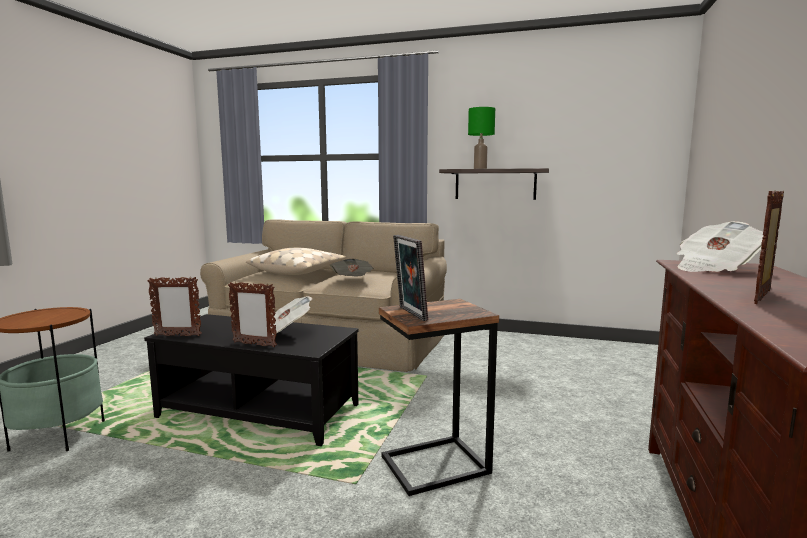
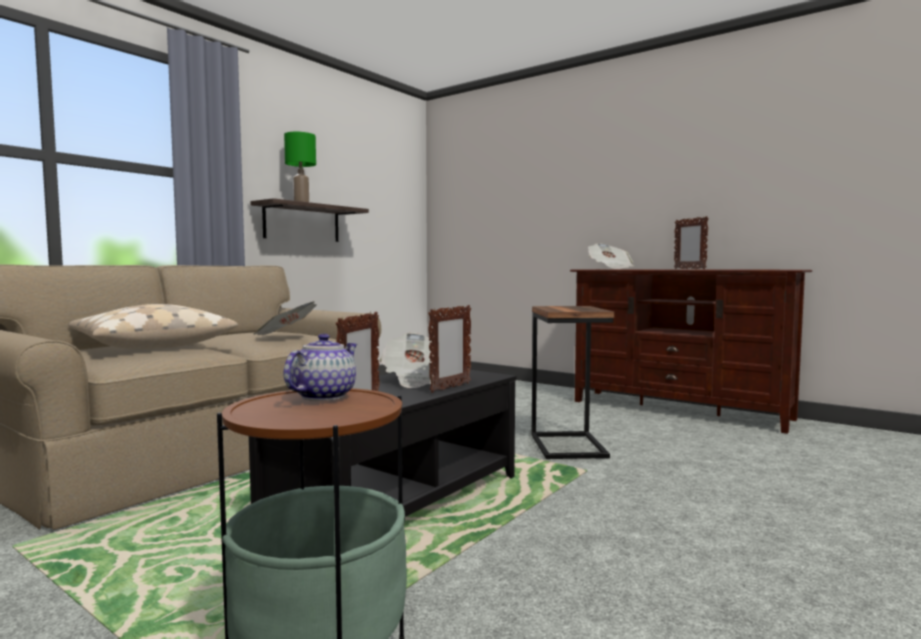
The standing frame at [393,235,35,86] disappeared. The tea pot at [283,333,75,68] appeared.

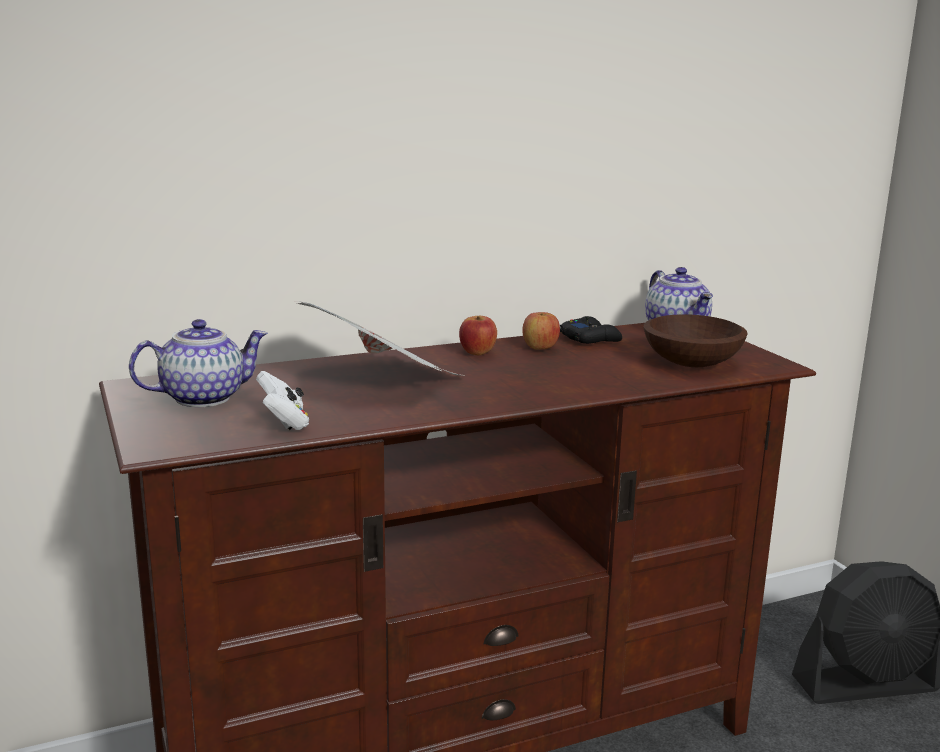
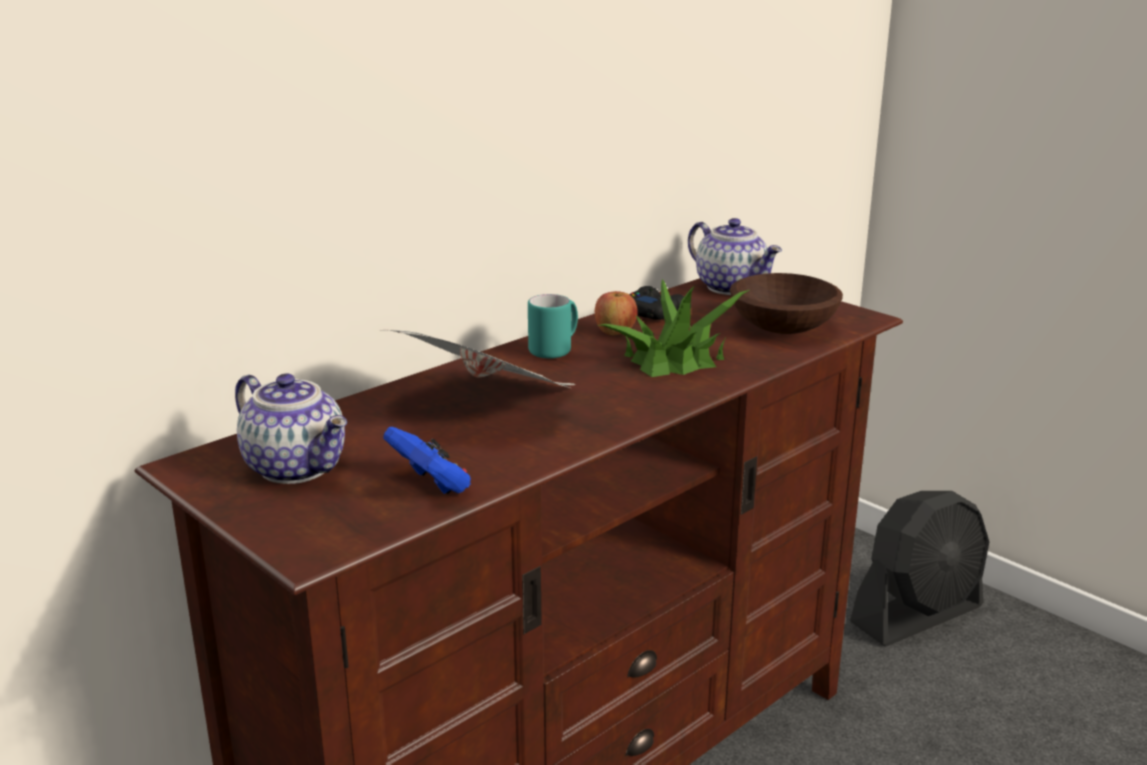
The apple fruit at [459,316,38,39] was replaced by the turquoise-coloured mug at [528,294,50,64]. The tea pot at [129,319,139,88] turned 90 degrees clockwise. The white joypad at [256,371,53,59] became the bluish joypad at [383,427,88,68]. The plant in a pot at [597,279,152,98] appeared.

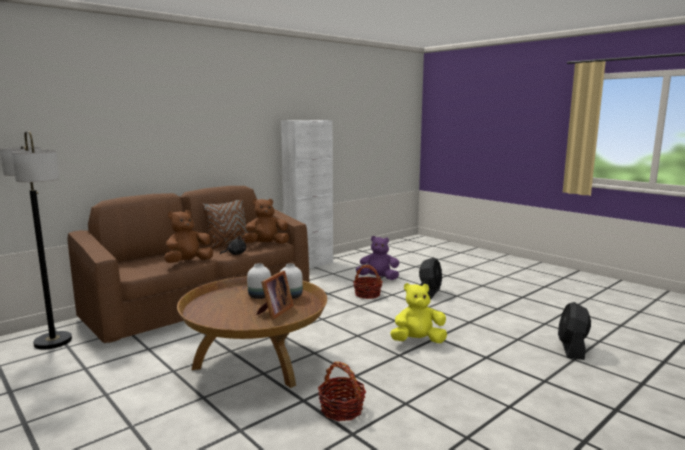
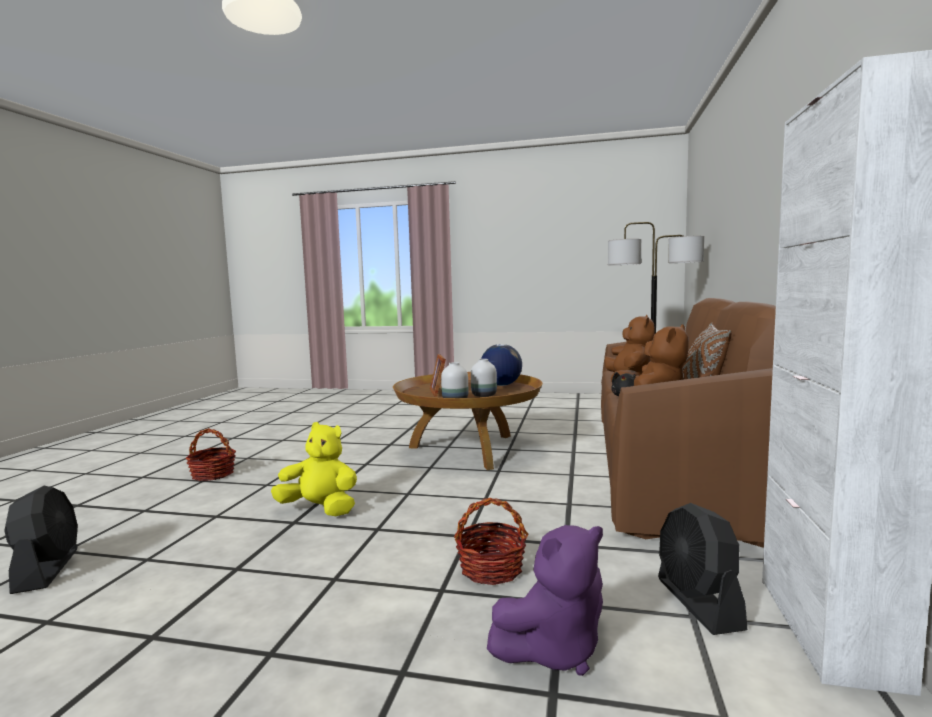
The black electric fan moved from [419,257,23,42] to [658,503,89,132]. The yellow cuddly toy at [390,283,57,60] turned 120 degrees counterclockwise. The storage basket moved from [318,362,48,59] to [185,428,51,53]. The desk globe at [481,344,41,42] appeared.

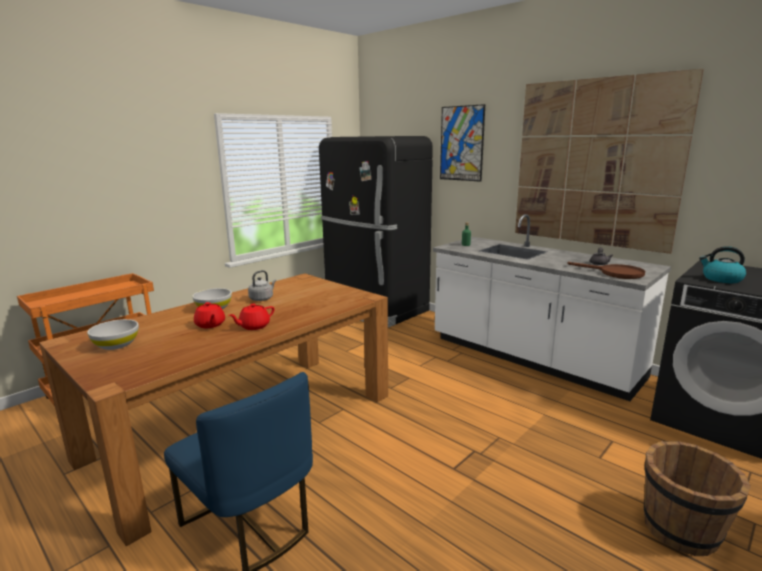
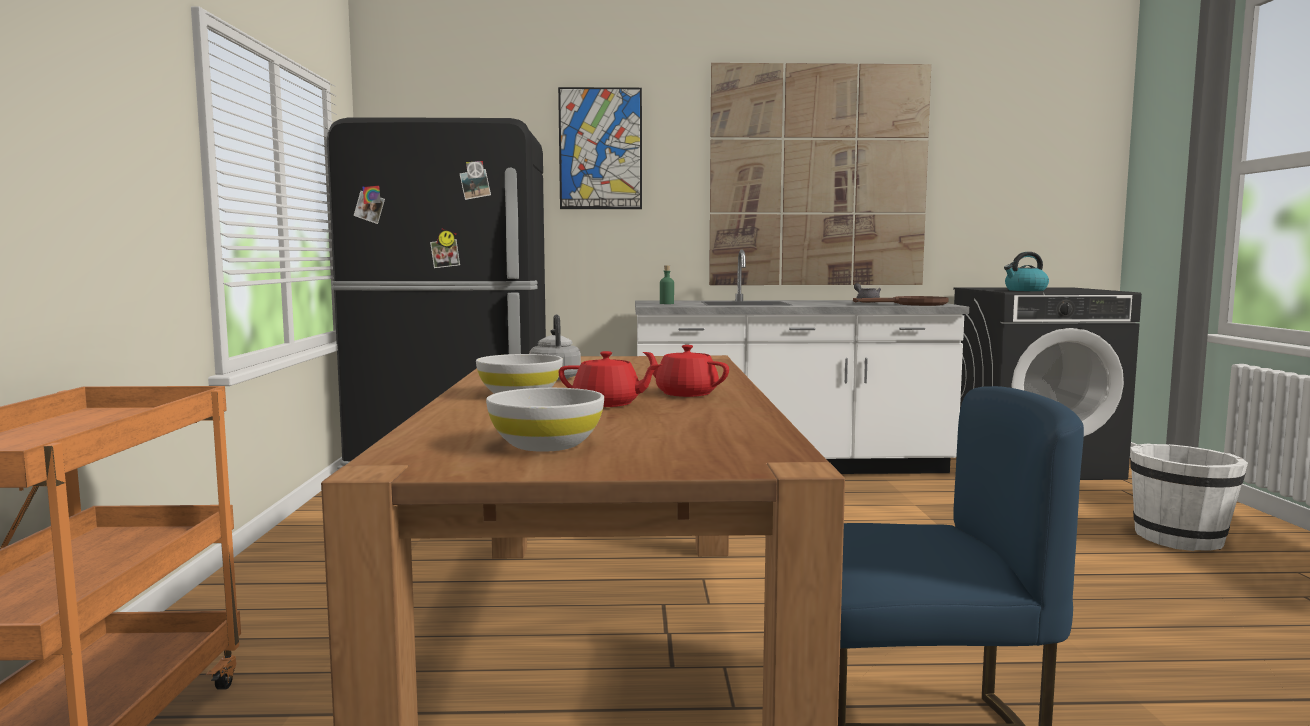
The reddish tea pot at [229,304,46,26] turned 120 degrees clockwise. The brown-coloured water bucket at [644,441,107,115] became the white water bucket at [1130,443,118,108].

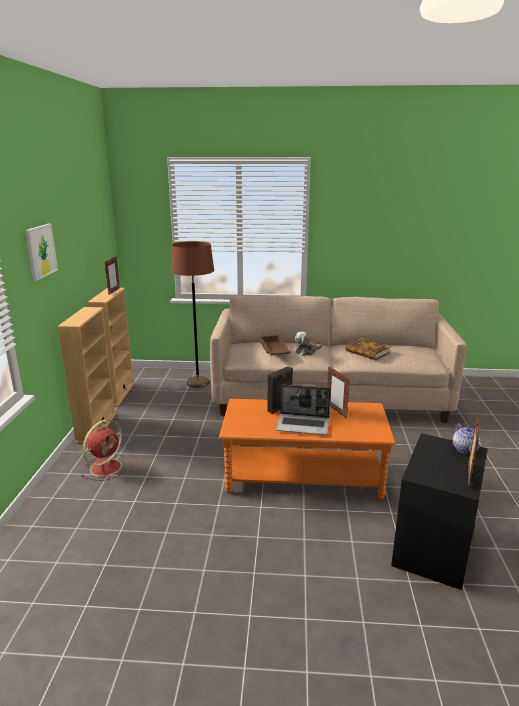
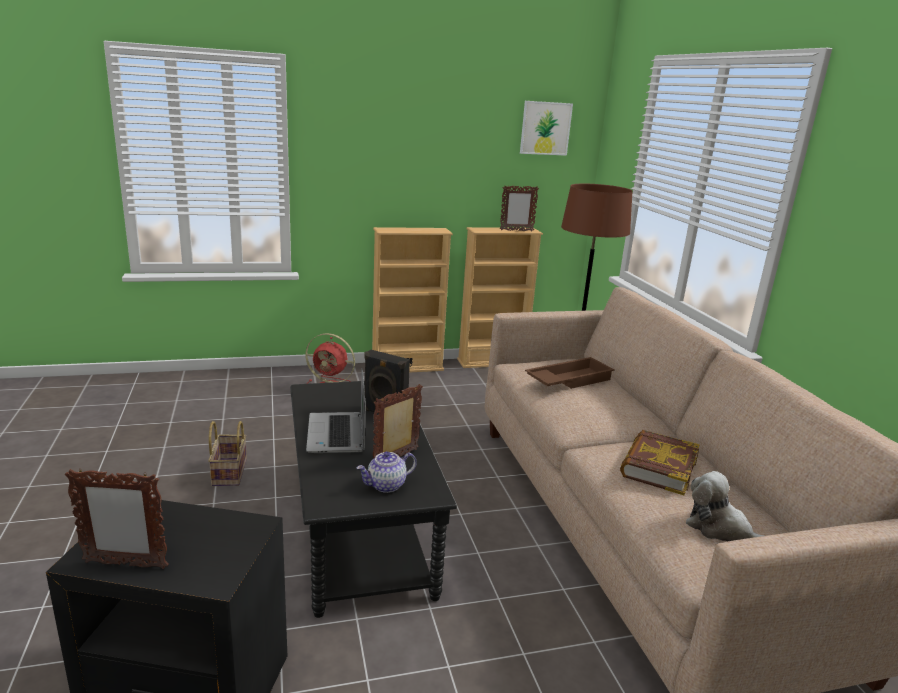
The wall art moved from [25,224,33,57] to [520,101,53,55]. The cuddly toy moved from [295,332,27,24] to [686,471,78,70]. The orange low table at [219,399,177,101] became the black low table at [290,381,167,237]. The tea pot moved from [453,423,28,31] to [356,451,61,42]. The storage basket at [208,421,39,65] appeared.

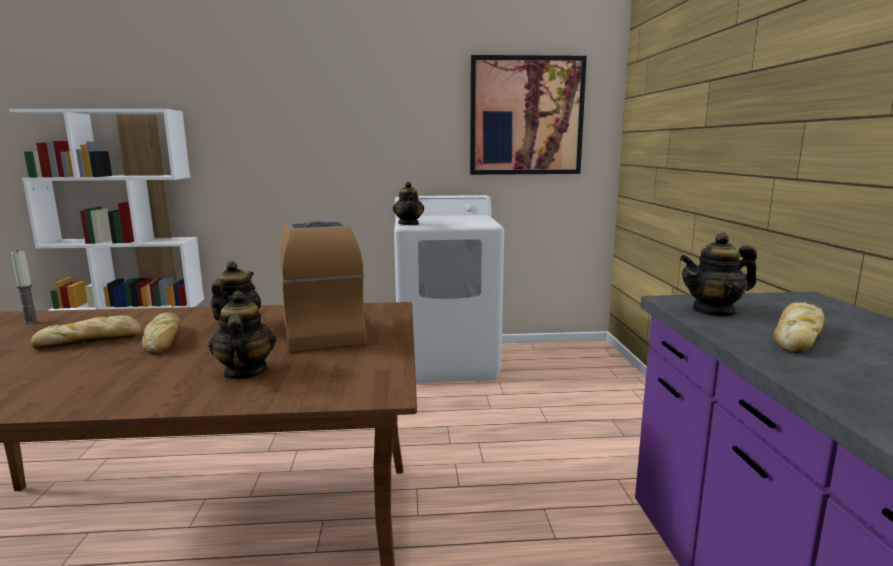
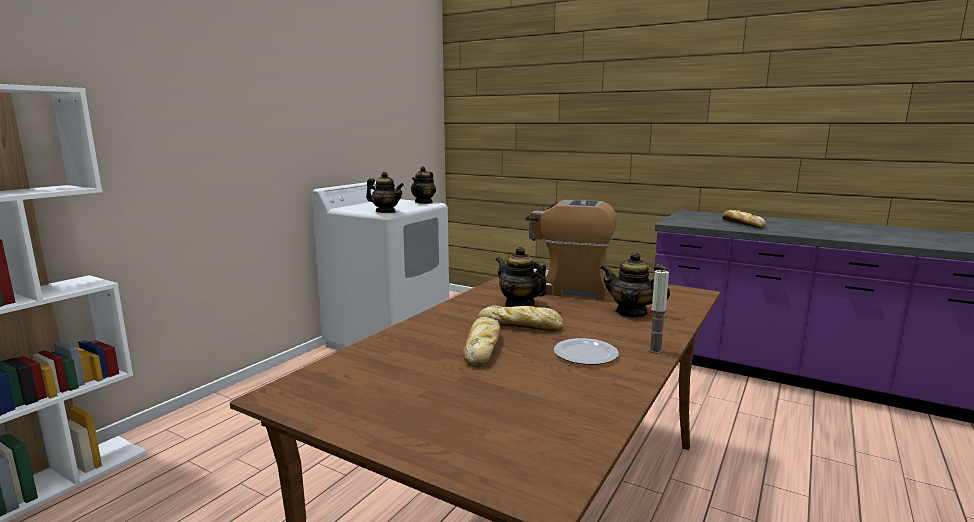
The wall art at [470,55,117,120] disappeared. The tea pot moved from [680,233,77,84] to [411,166,25,38]. The wax candle moved from [10,250,29,74] to [648,269,21,85]. The plate at [554,338,65,27] appeared.

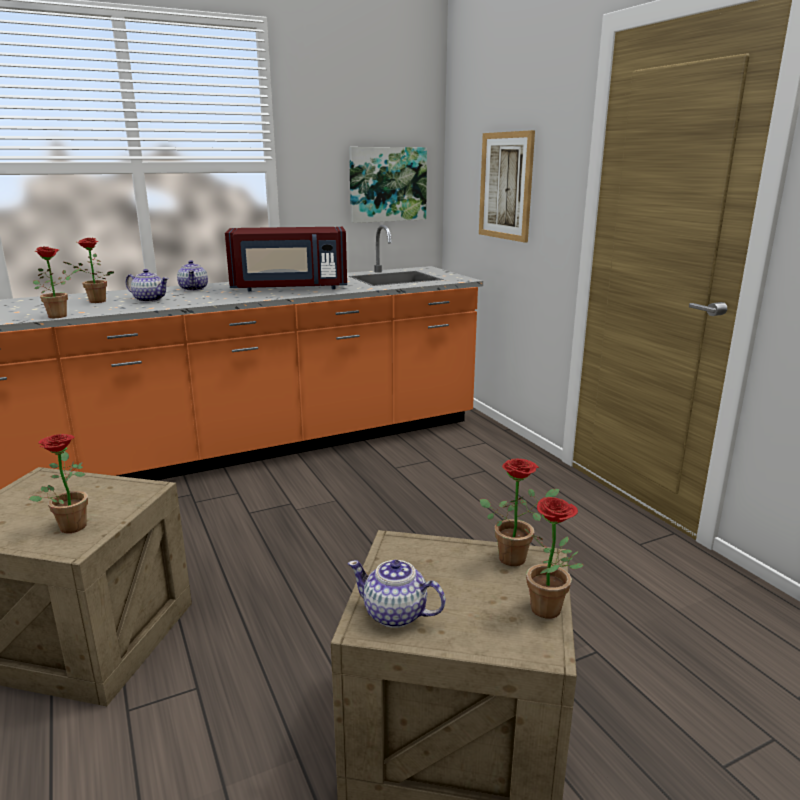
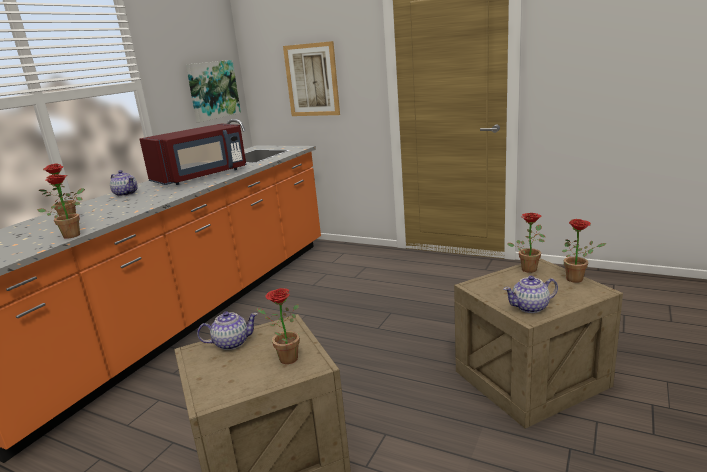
The tea pot moved from [126,269,43,33] to [197,311,61,39].

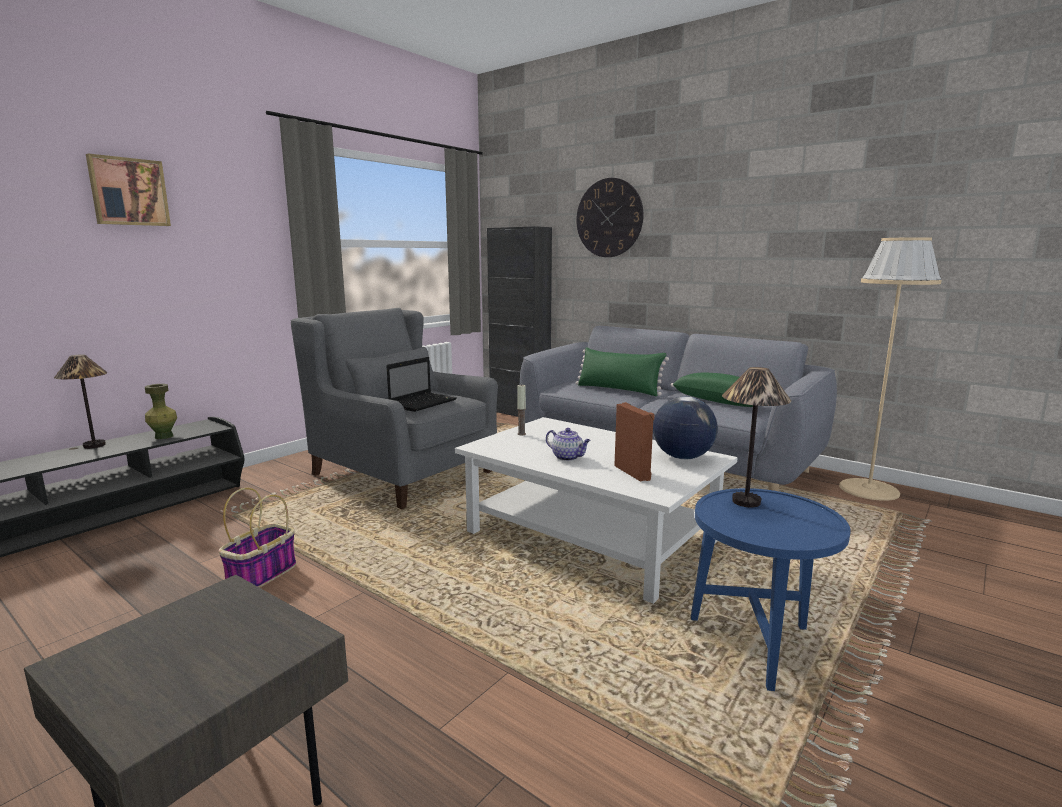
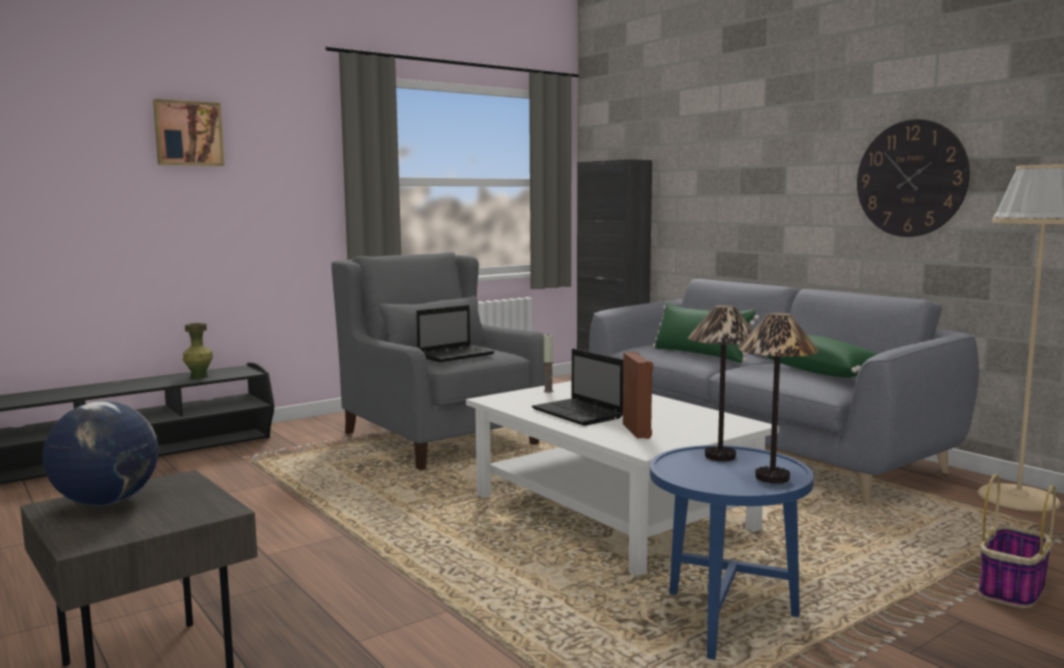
The hanging clock moved from [576,178,68,79] to [857,119,113,118]. The tabletop lamp moved from [54,354,54,95] to [738,312,81,171]. The desk globe moved from [653,396,65,63] to [43,401,115,105]. The tea pot at [546,428,45,33] was replaced by the portable computer at [532,348,91,78]. The storage basket moved from [219,488,77,100] to [979,474,77,135].

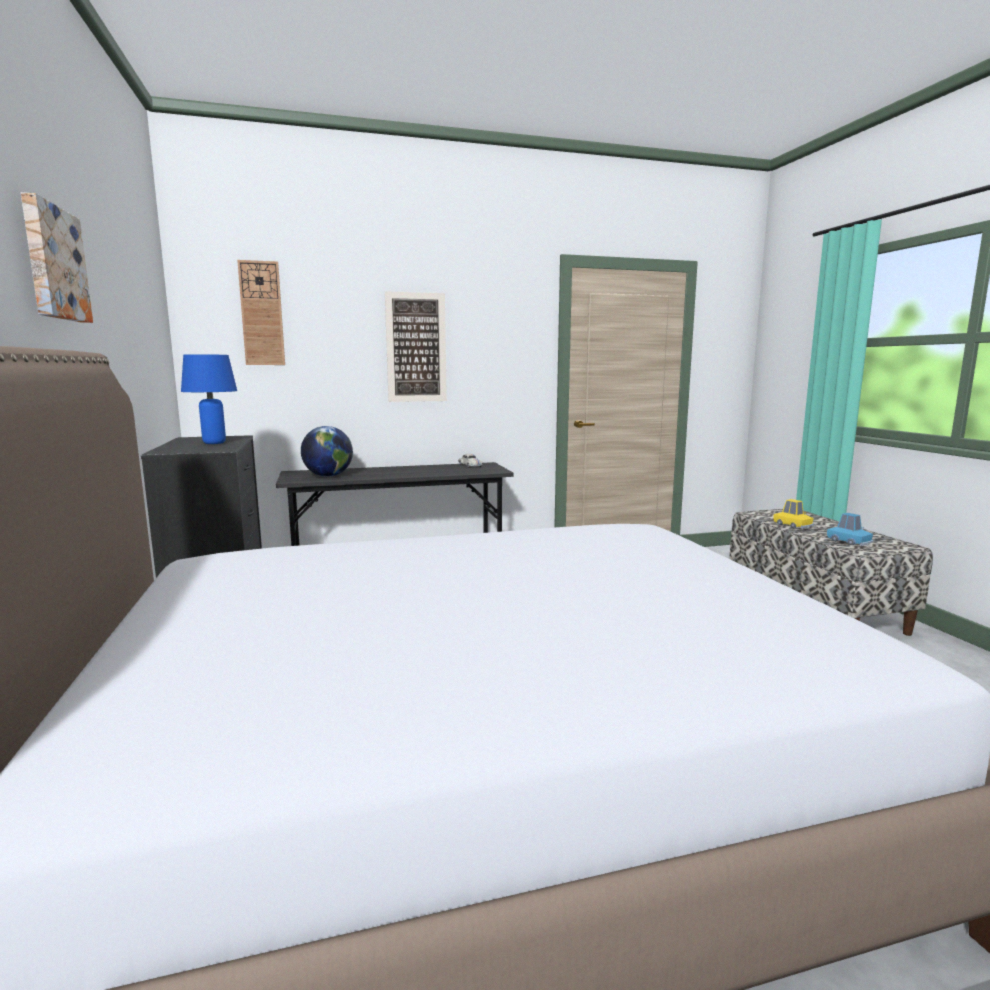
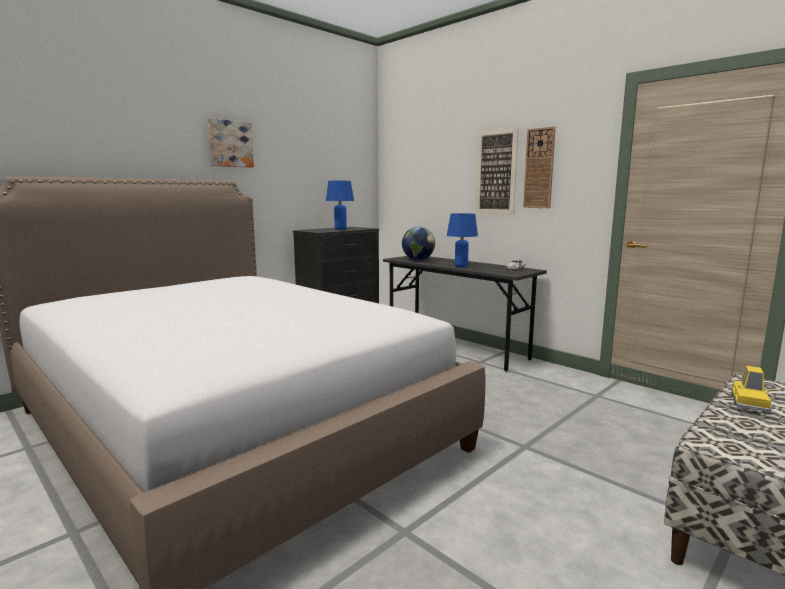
The hanging clock moved from [237,260,48,105] to [523,127,33,81]. The bluish toy car at [827,513,46,33] disappeared. The bluish tabletop lamp at [447,213,31,54] appeared.

